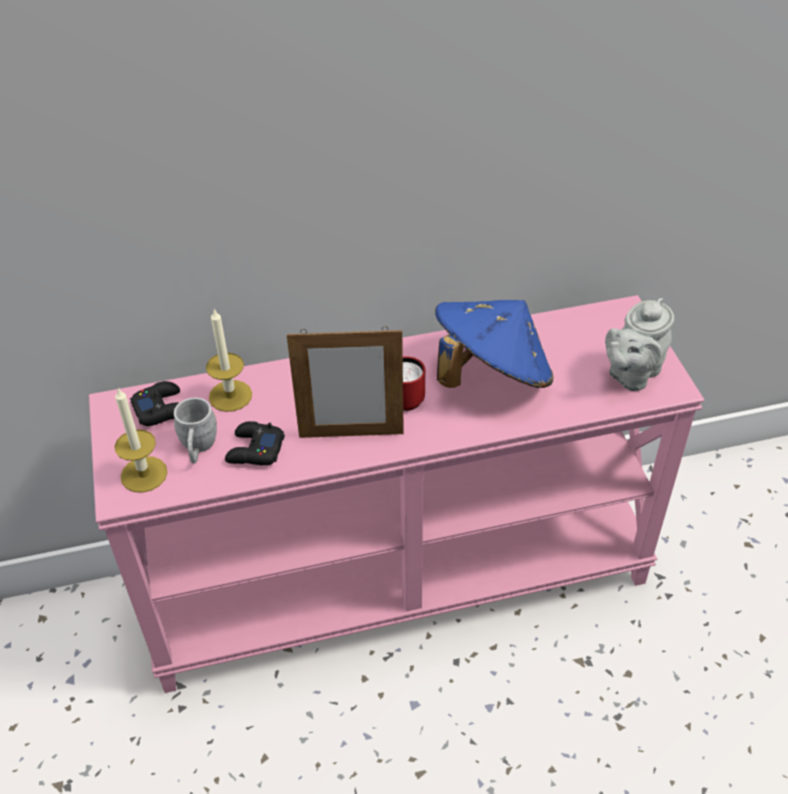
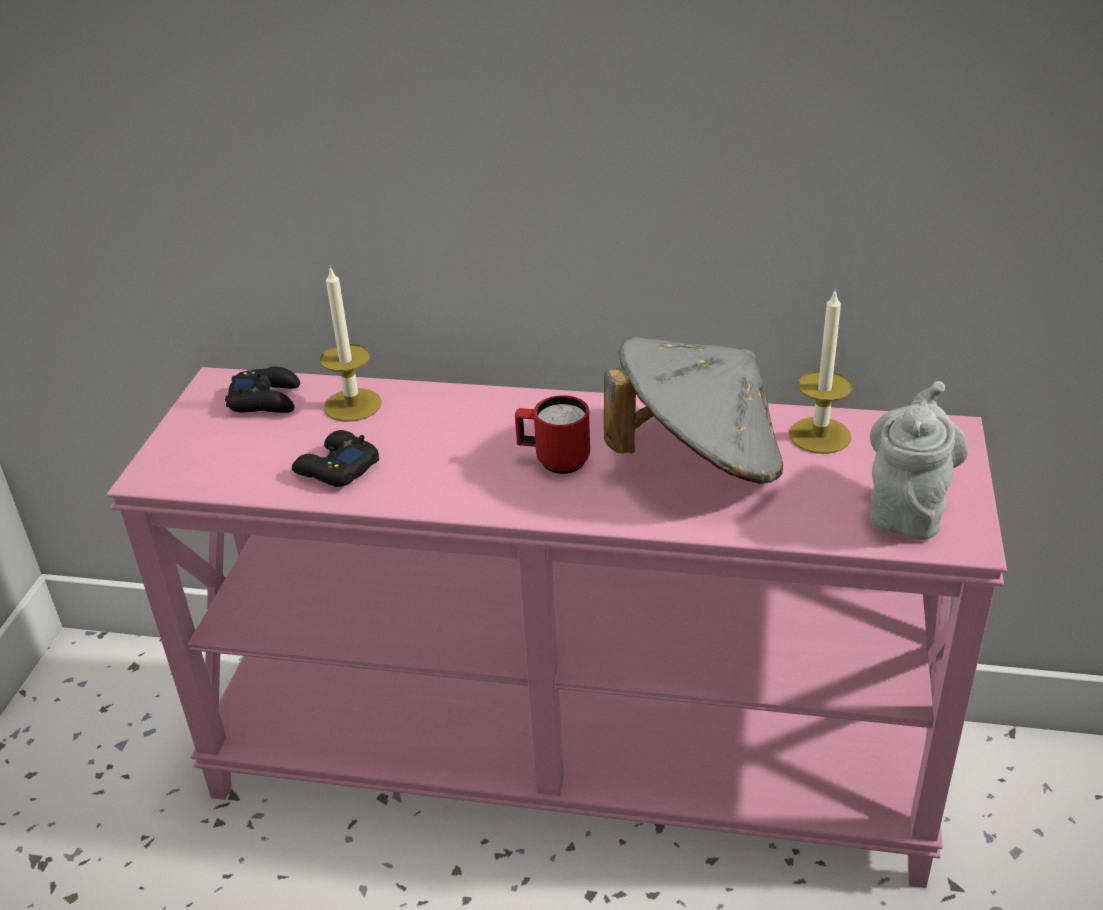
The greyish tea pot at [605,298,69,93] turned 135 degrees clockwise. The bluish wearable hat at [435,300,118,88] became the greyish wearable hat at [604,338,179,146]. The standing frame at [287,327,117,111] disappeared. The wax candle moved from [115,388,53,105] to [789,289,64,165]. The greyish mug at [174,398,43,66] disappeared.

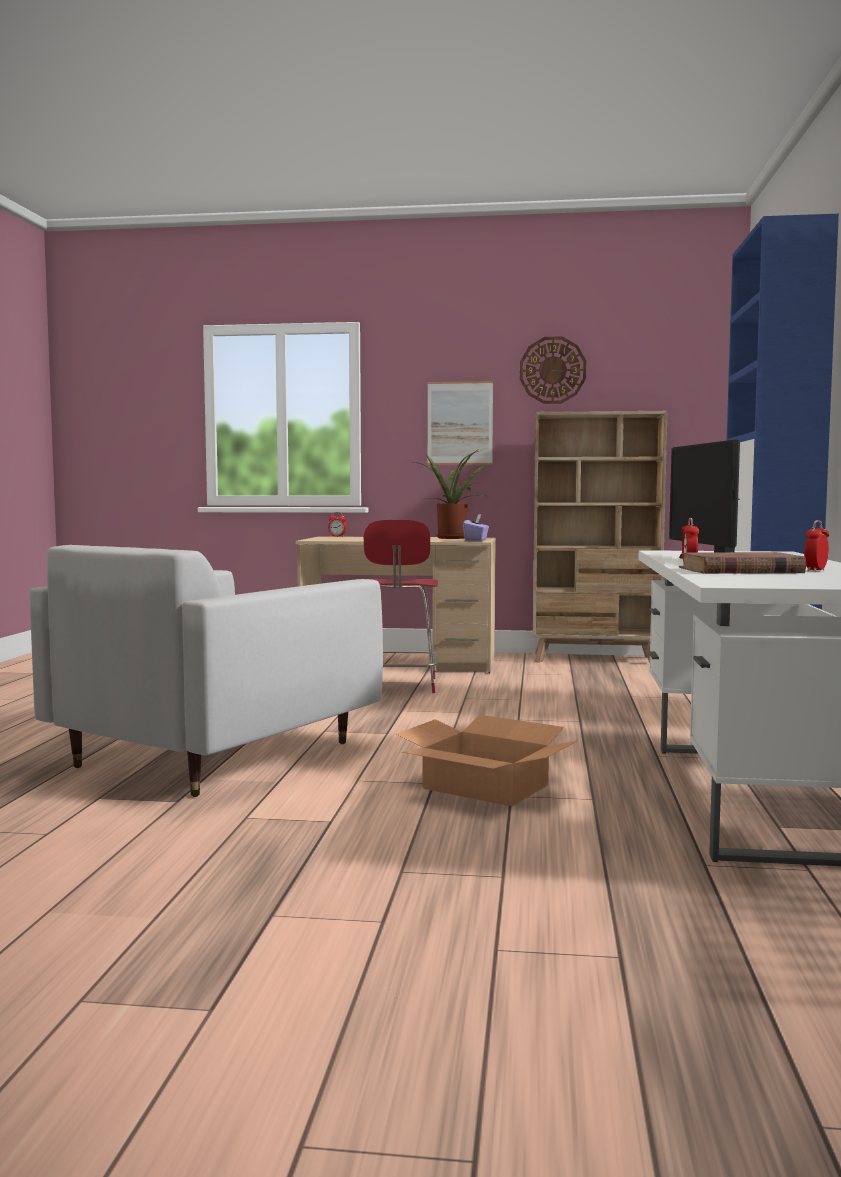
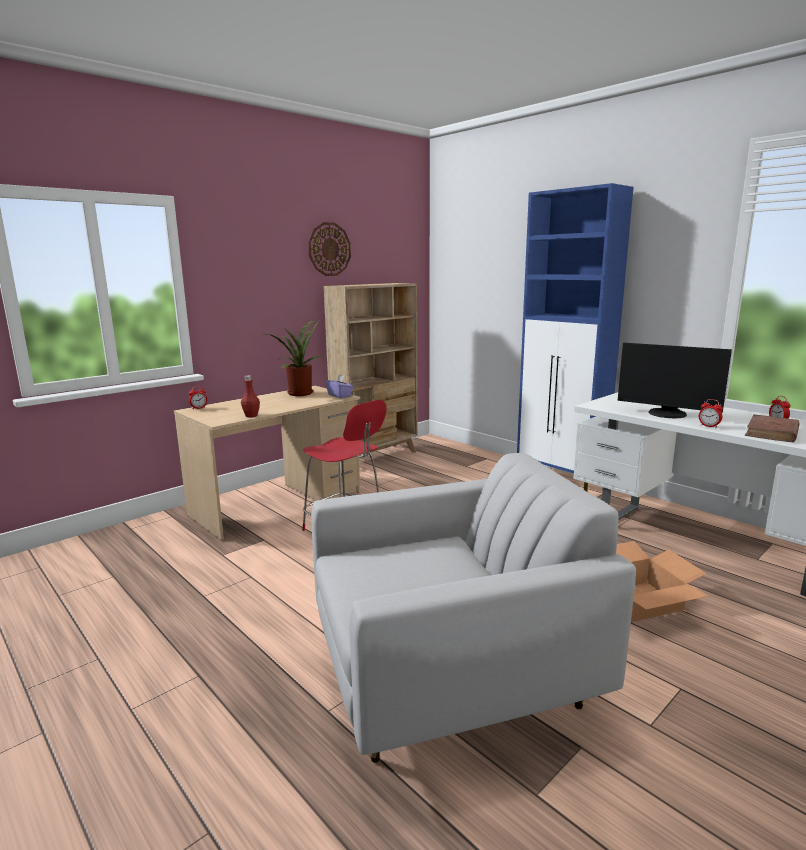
The wall art at [428,381,65,84] disappeared. The white lounge chair at [30,545,353,252] turned 90 degrees counterclockwise. The reddish bottle at [241,376,19,41] appeared.

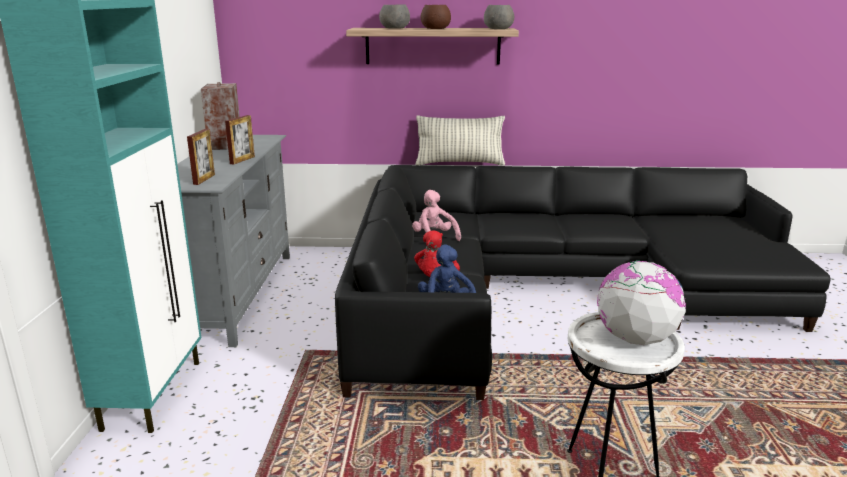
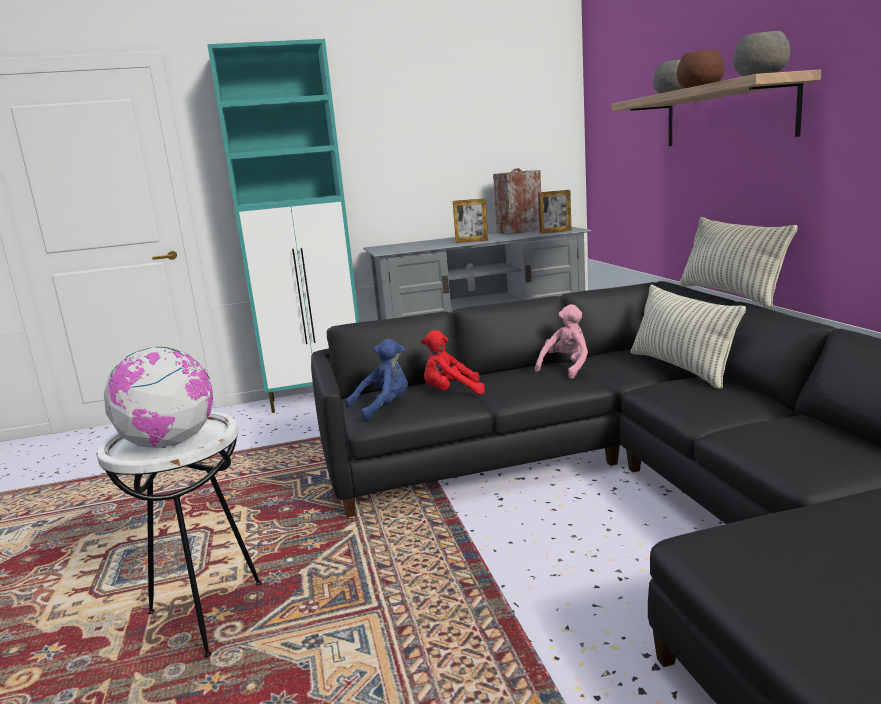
The standing frame moved from [187,129,28,56] to [538,190,34,44]. The throw pillow at [631,284,115,105] appeared.

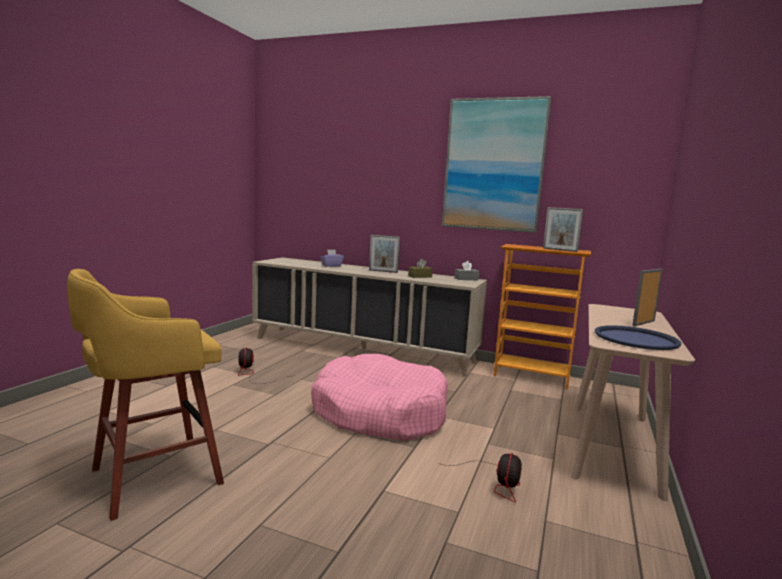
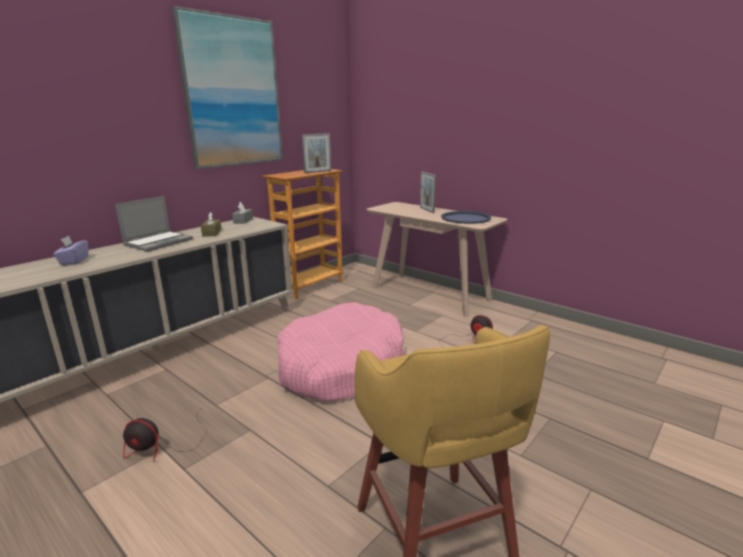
The standing frame at [369,235,31,38] was replaced by the portable computer at [115,196,78,56].

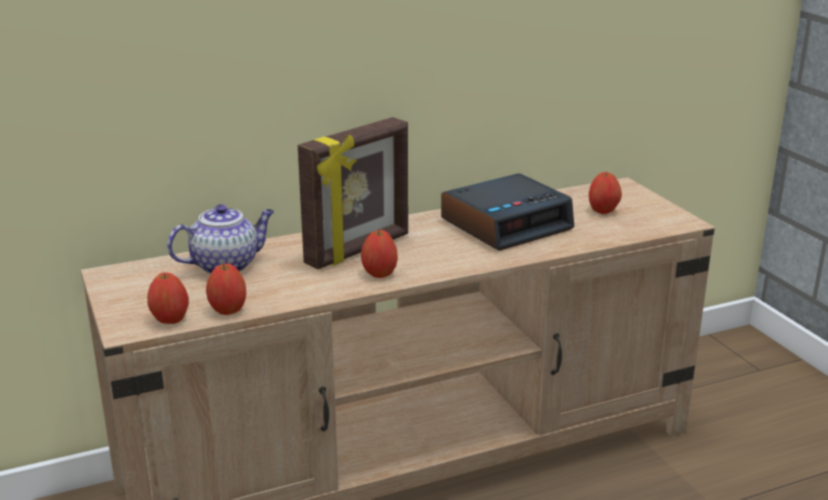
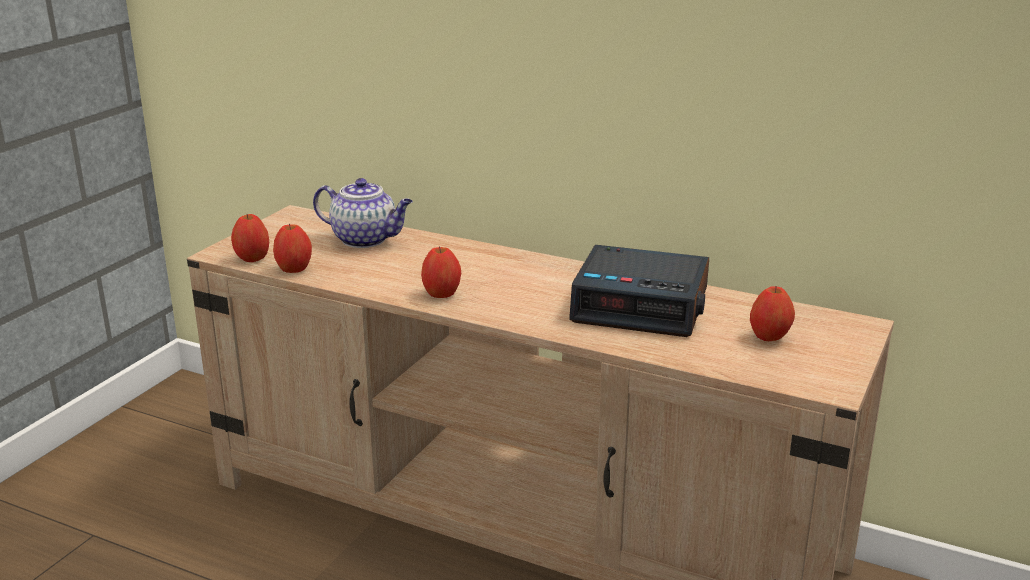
The standing frame at [298,117,110,152] disappeared.

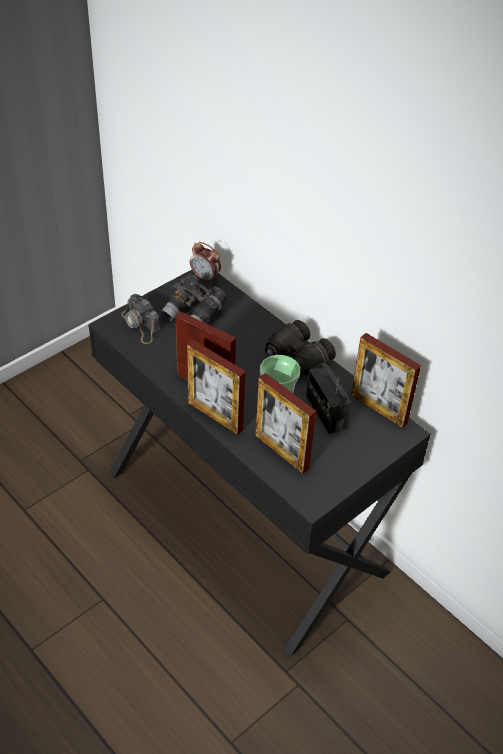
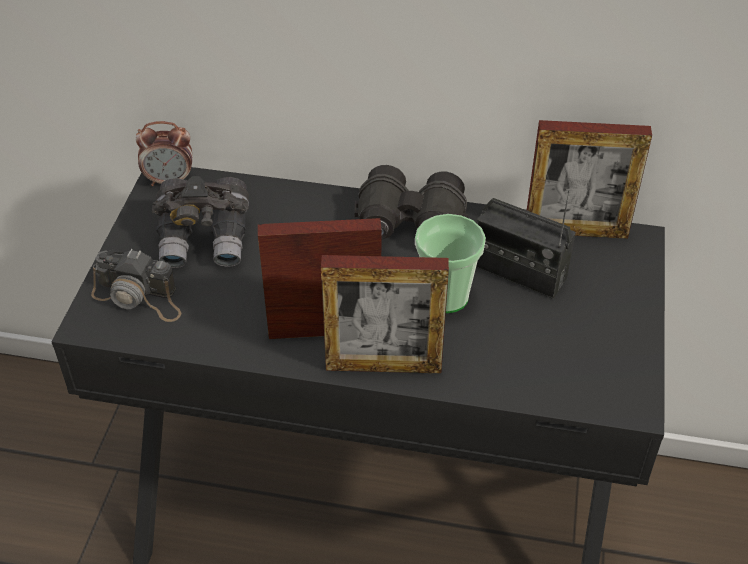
The standing frame at [255,373,62,101] disappeared.

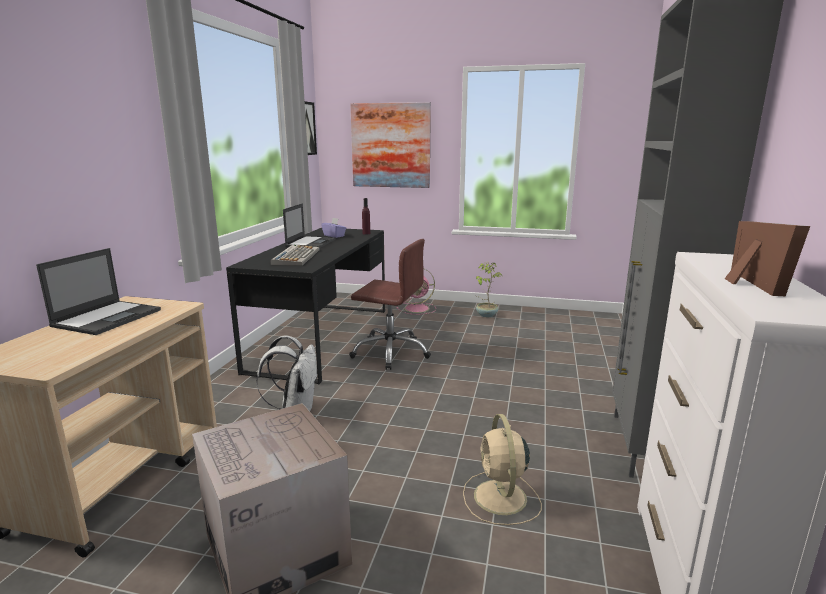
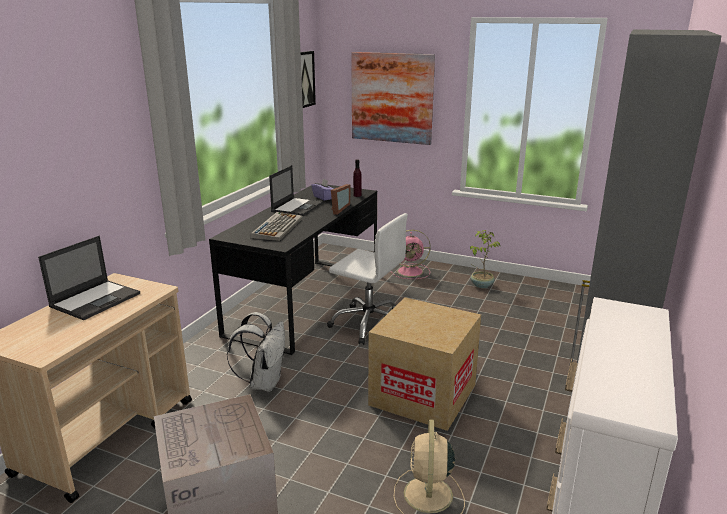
The standing frame moved from [724,221,86,75] to [331,184,19,31]. The brown-coloured computer chair at [349,239,82,131] became the white computer chair at [327,213,81,132]. The packing box at [368,297,113,134] appeared.

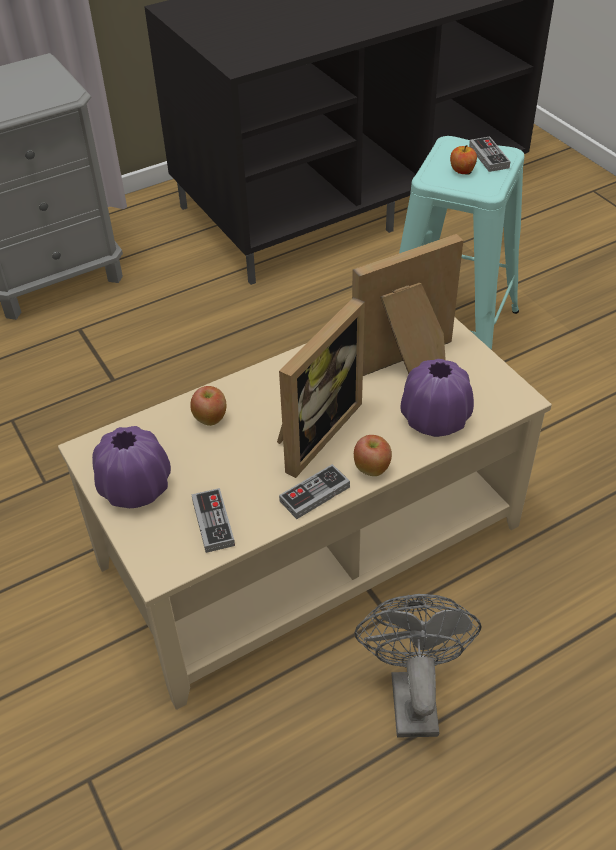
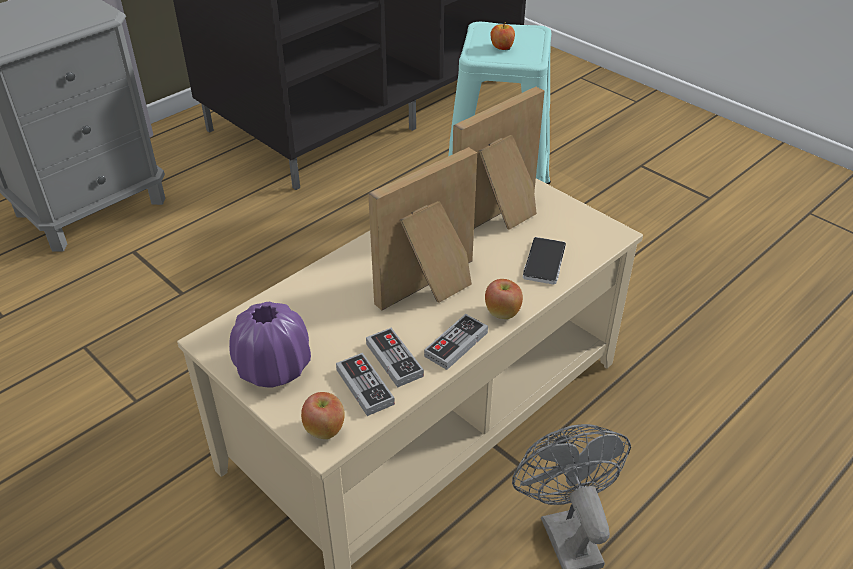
The joypad moved from [469,136,42,36] to [366,328,58,60]. The standing frame at [277,297,88,181] turned 150 degrees counterclockwise. The purple decorative vase at [401,359,73,78] was replaced by the telephone at [523,237,43,48]. The apple fruit moved from [190,386,36,40] to [301,392,44,47].

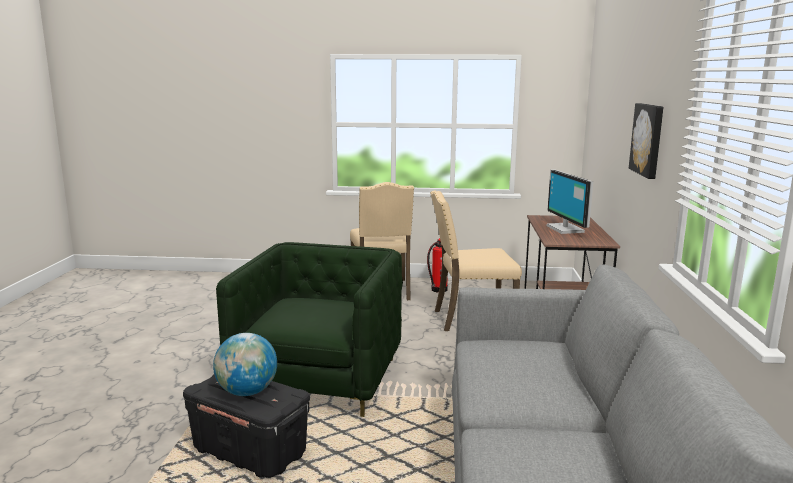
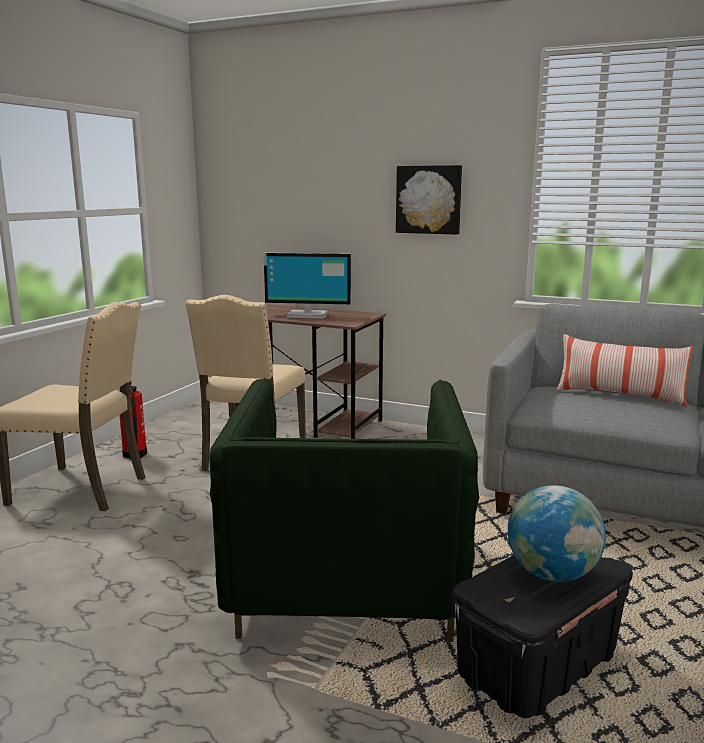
The green lounge chair at [216,242,187,175] turned 120 degrees counterclockwise. The throw pillow at [556,334,138,73] appeared.

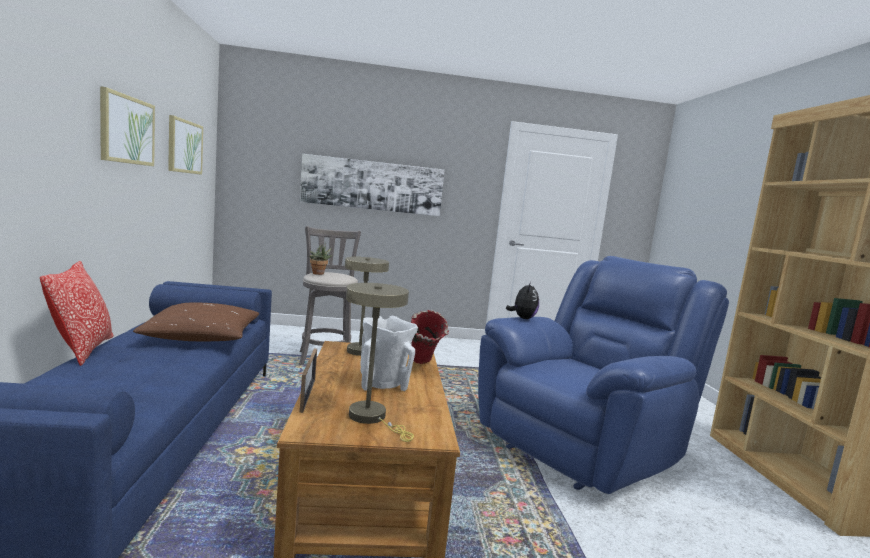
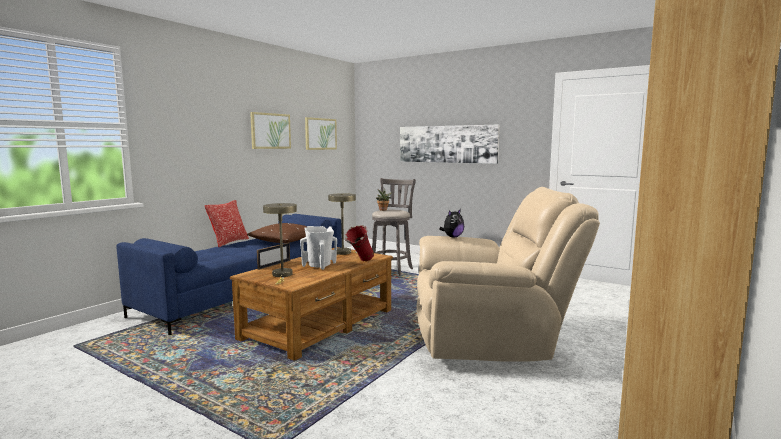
The bluish lounge chair at [478,256,251,238] became the beige lounge chair at [417,187,183,175].

